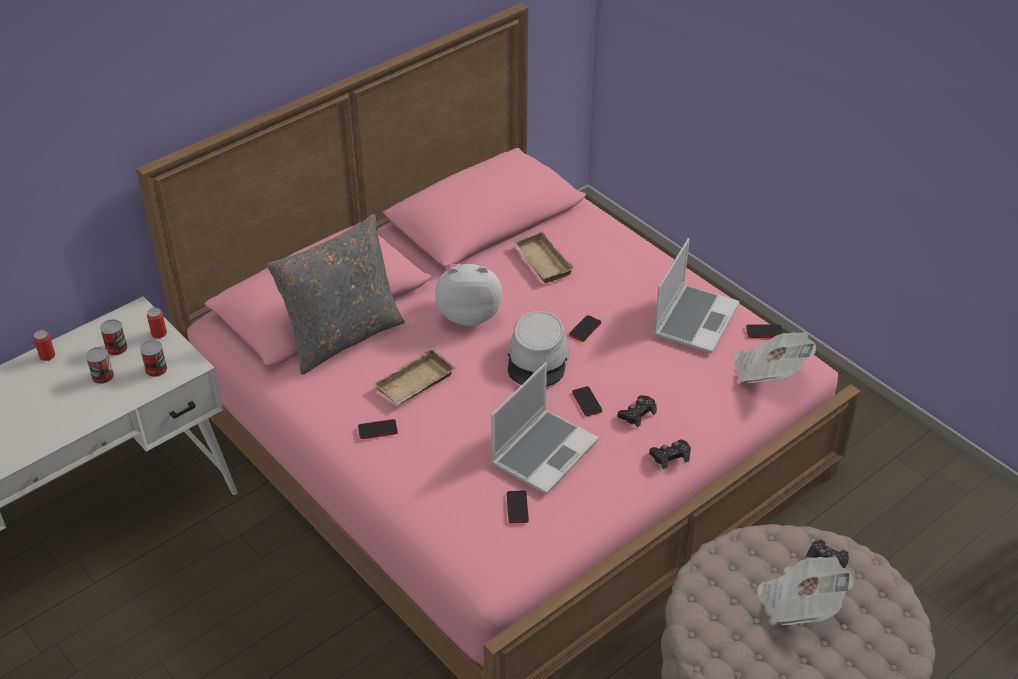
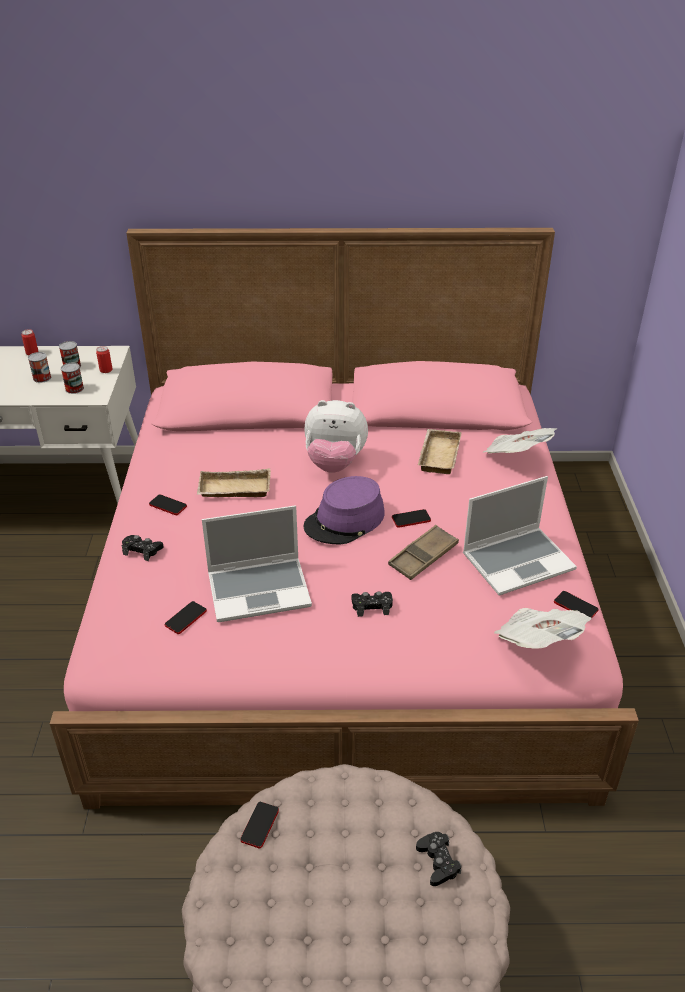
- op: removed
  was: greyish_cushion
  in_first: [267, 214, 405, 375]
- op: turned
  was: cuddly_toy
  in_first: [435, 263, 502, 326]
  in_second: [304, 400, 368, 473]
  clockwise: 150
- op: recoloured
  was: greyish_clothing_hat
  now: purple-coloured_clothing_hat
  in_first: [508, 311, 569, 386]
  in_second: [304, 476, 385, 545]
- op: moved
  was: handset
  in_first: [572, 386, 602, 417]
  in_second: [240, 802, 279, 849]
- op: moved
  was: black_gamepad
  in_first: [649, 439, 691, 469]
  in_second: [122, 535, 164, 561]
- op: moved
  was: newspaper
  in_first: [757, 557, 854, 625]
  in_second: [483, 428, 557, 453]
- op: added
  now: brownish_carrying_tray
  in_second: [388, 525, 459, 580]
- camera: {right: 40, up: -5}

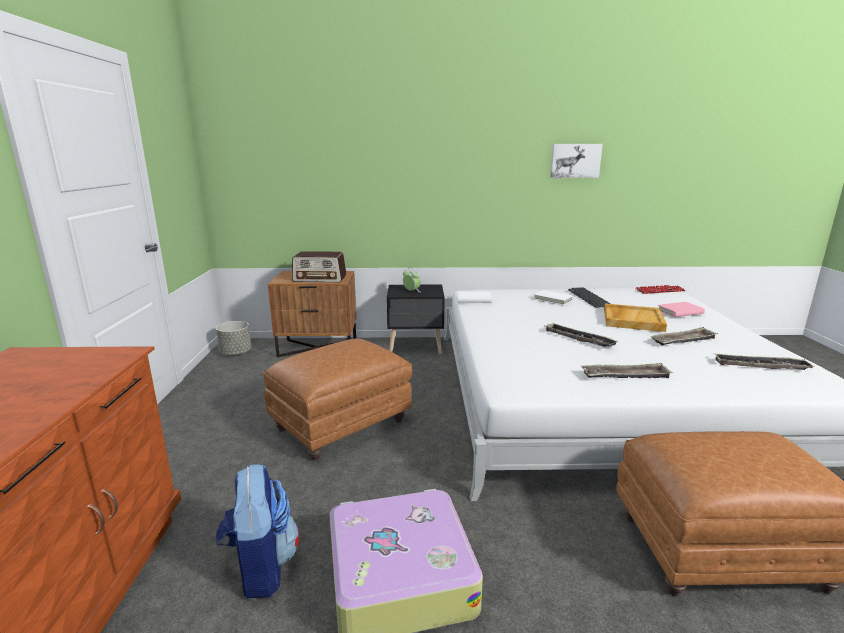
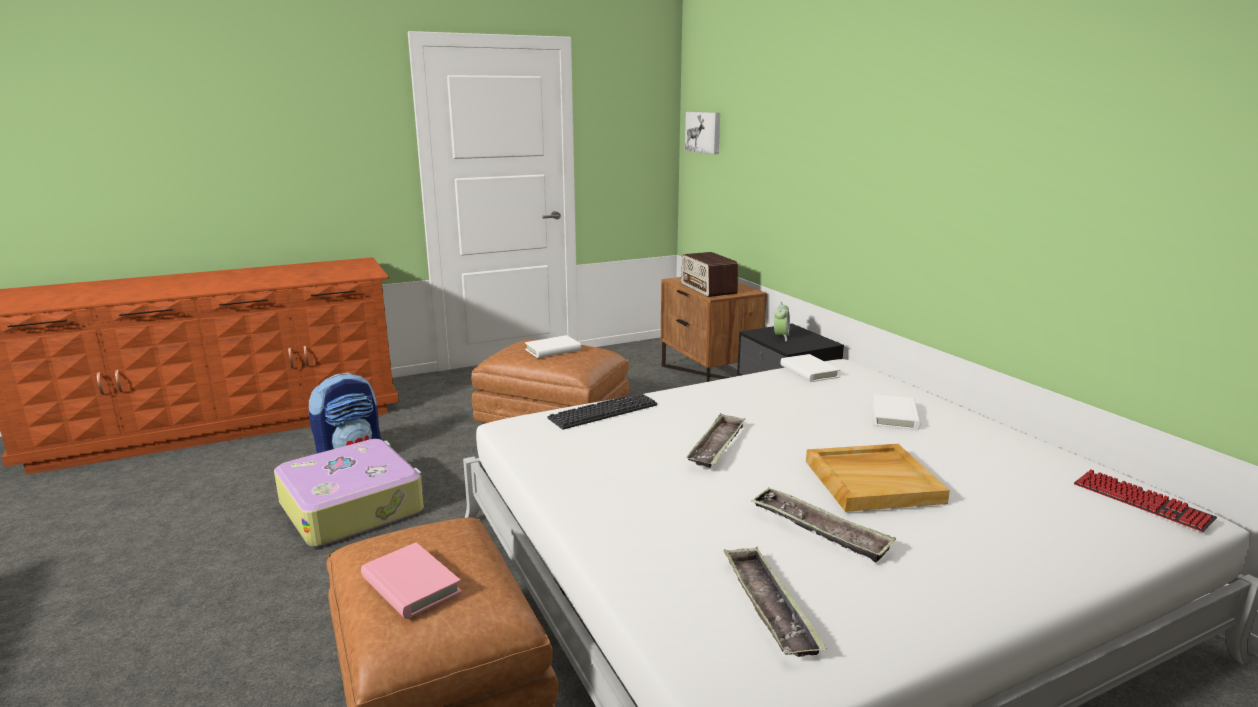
- op: moved
  was: wall_picture
  in_first: [550, 144, 603, 178]
  in_second: [685, 112, 720, 154]
- op: moved
  was: computer_keyboard
  in_first: [568, 287, 611, 307]
  in_second: [547, 394, 657, 429]
- op: moved
  was: pink_book
  in_first: [658, 302, 705, 317]
  in_second: [361, 542, 462, 619]
- op: removed
  was: greyish_plant_pot
  in_first: [216, 321, 252, 356]
- op: removed
  was: carrying_tray
  in_first: [581, 363, 673, 378]
- op: added
  now: white-coloured_book
  in_second: [525, 335, 581, 358]
- camera: {right: 65, up: 0}

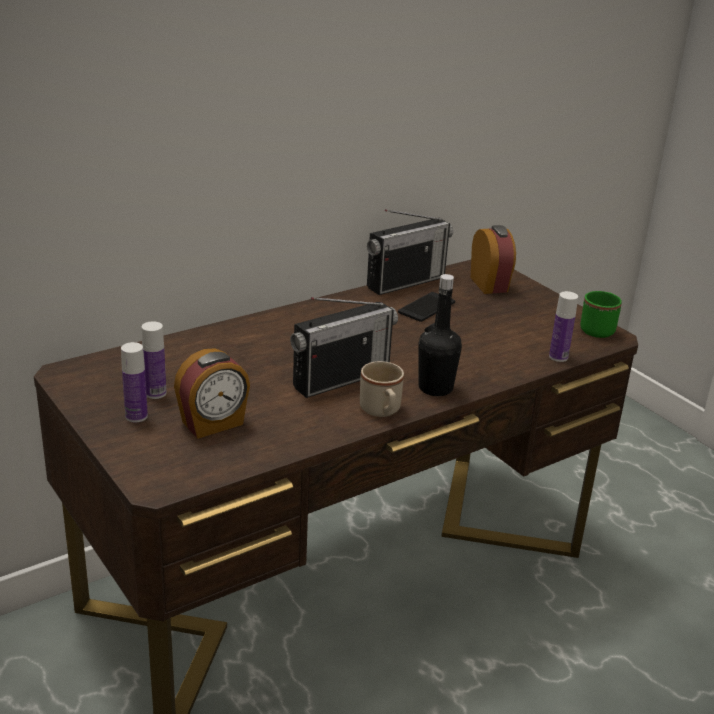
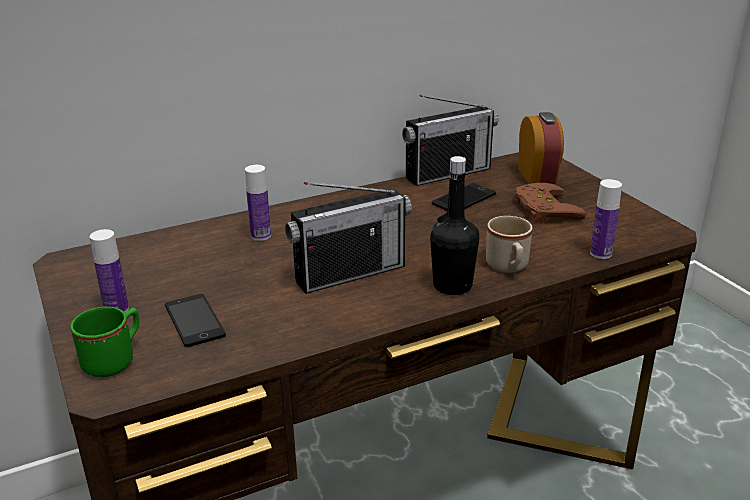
- op: moved
  was: green-coloured_tea_mug
  in_first: [580, 291, 622, 338]
  in_second: [71, 307, 139, 377]
- op: moved
  was: beverage_bottle
  in_first: [142, 321, 166, 399]
  in_second: [245, 165, 271, 241]
- op: replaced
  was: table_clock
  now: handset
  in_first: [174, 348, 250, 439]
  in_second: [165, 294, 226, 347]
- op: moved
  was: beige_tea_mug
  in_first: [360, 361, 404, 417]
  in_second: [486, 216, 533, 273]
- op: added
  now: brownish_gamepad
  in_second: [515, 183, 586, 223]
- camera: {right: 10, up: 0}

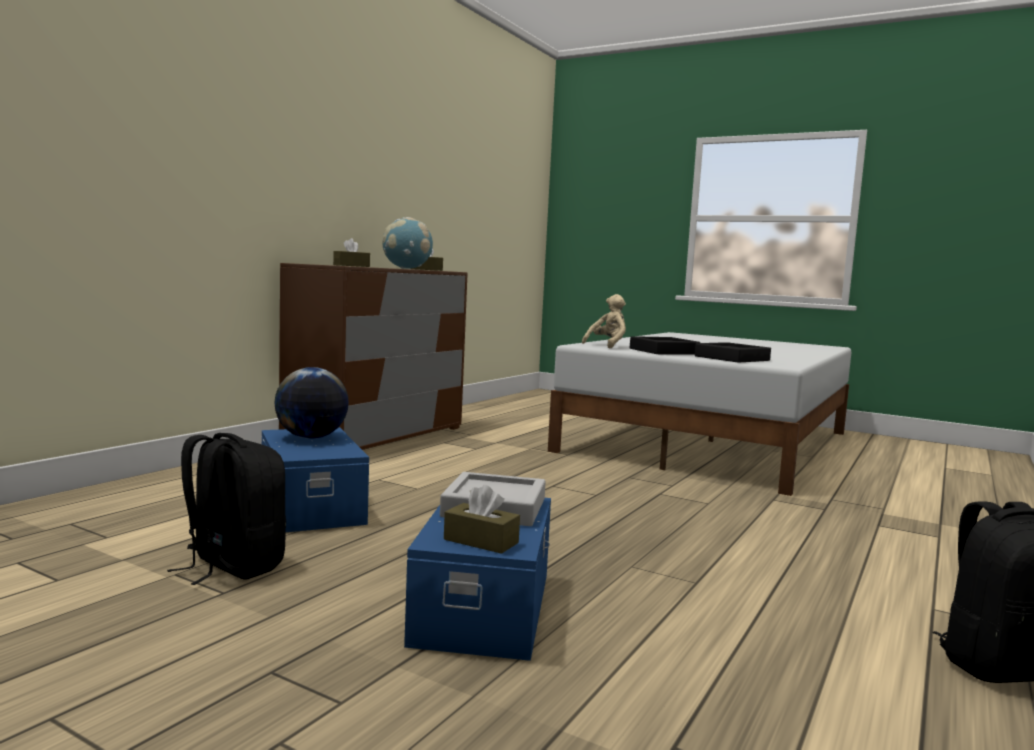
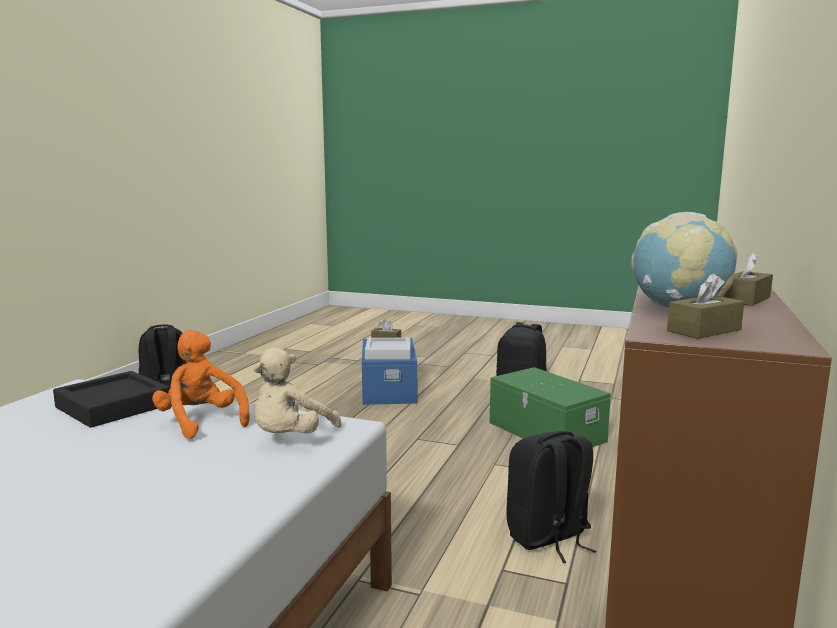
- op: replaced
  was: black_carrying_tray
  now: orange-coloured_cuddly_toy
  in_first: [630, 336, 701, 355]
  in_second: [152, 330, 250, 439]
- op: removed
  was: globe
  in_first: [275, 367, 349, 439]
- op: recoloured
  was: bluish_storage_box
  now: green-coloured_storage_box
  in_first: [262, 427, 369, 532]
  in_second: [490, 367, 611, 447]
- op: added
  now: black_knapsack
  in_second: [507, 431, 597, 563]
- camera: {right: 170, up: 5}

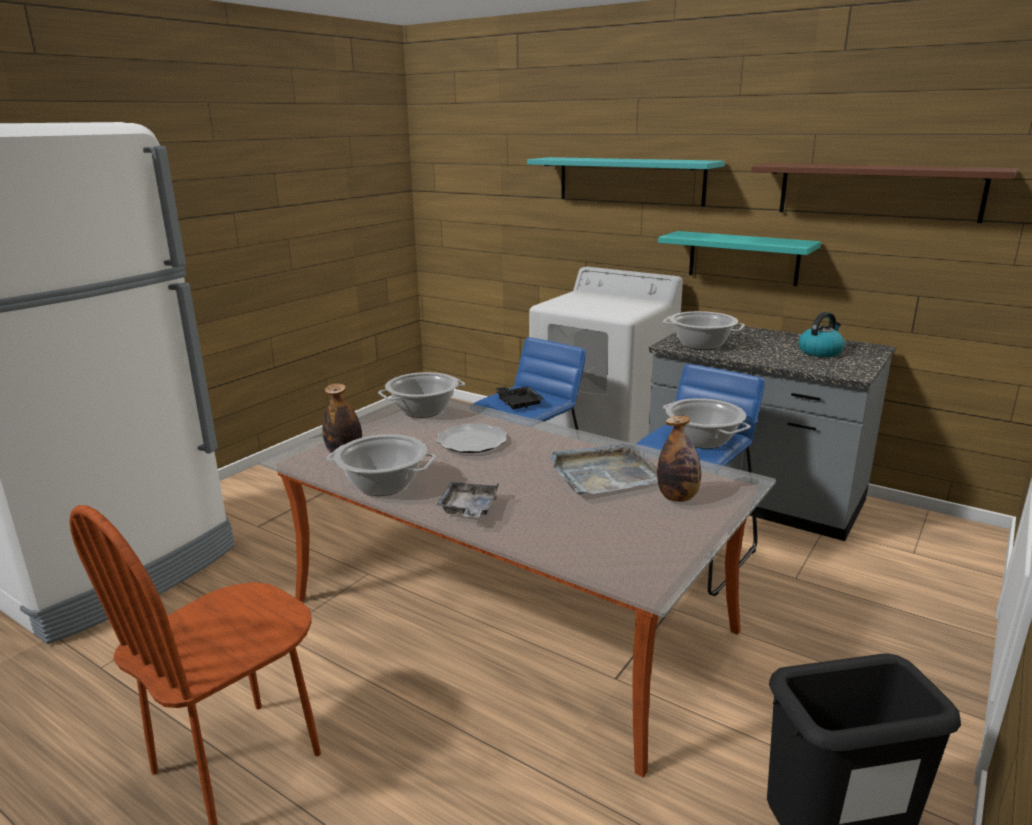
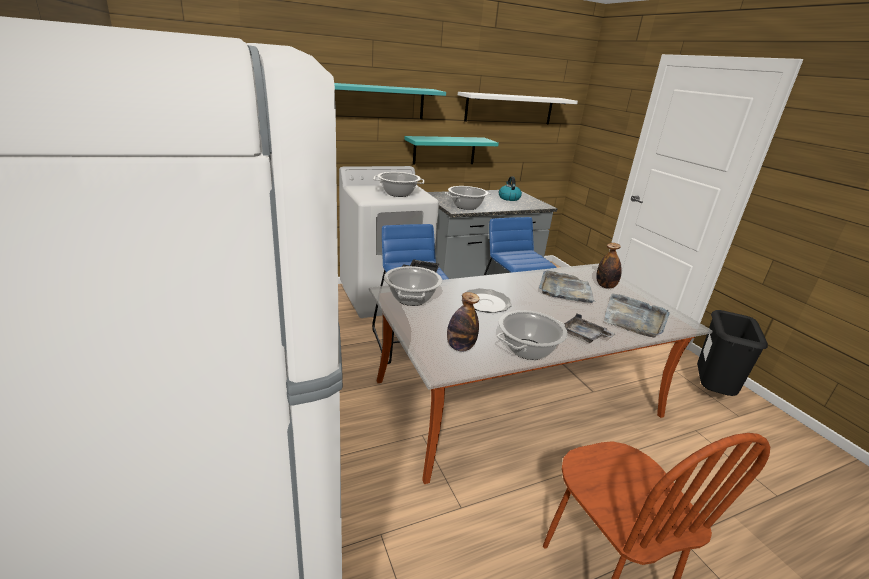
- op: recoloured
  was: brownish_bracket_shelf
  now: white-coloured_bracket_shelf
  in_first: [751, 163, 1017, 223]
  in_second: [458, 92, 578, 124]
- op: moved
  was: cooking_pot
  in_first: [663, 398, 750, 449]
  in_second: [373, 172, 424, 197]
- op: added
  now: greyish_carrying_tray
  in_second: [604, 293, 670, 338]
- camera: {right: -60, up: 5}

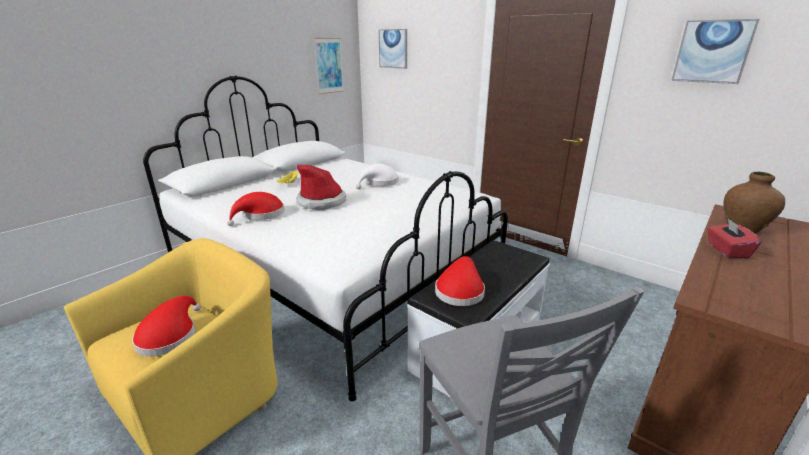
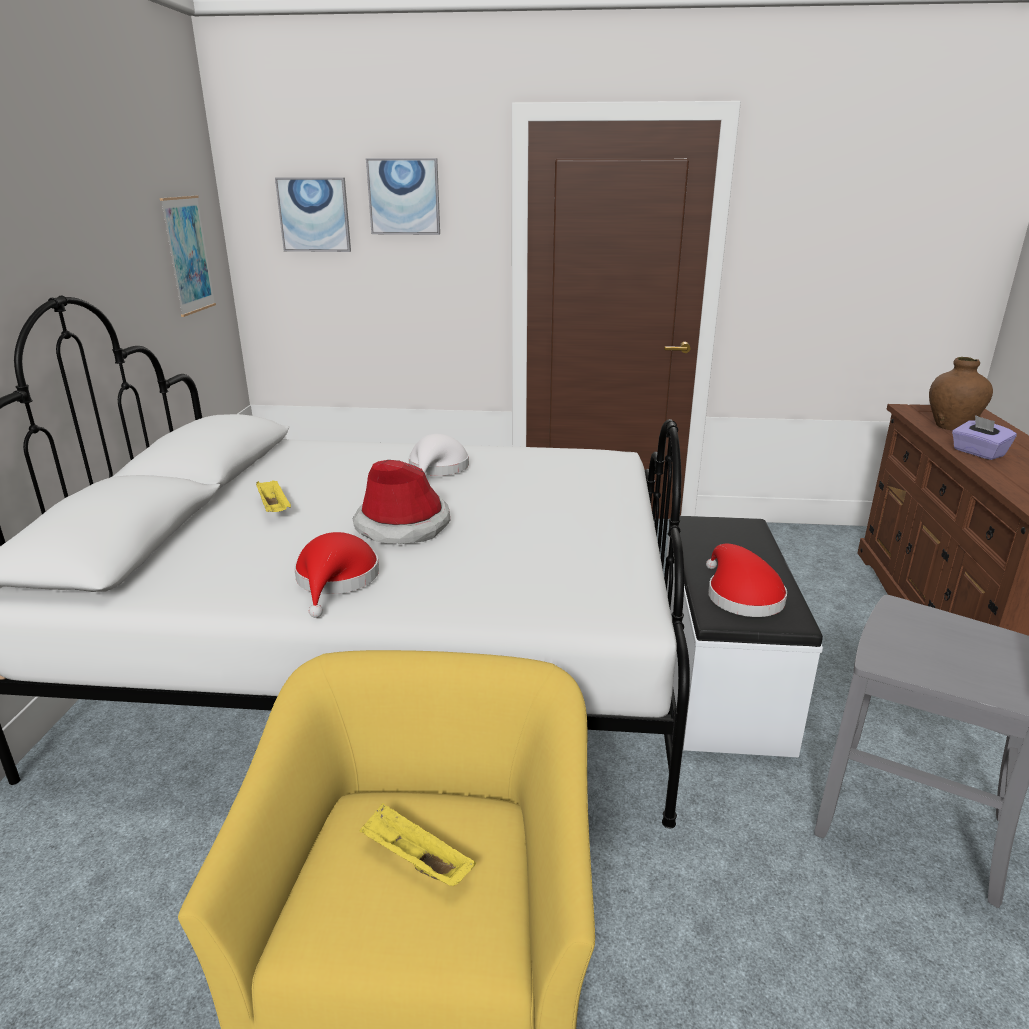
- op: moved
  was: wall_picture
  in_first: [671, 19, 760, 84]
  in_second: [366, 158, 440, 235]
- op: recoloured
  was: red-coloured_tissue_box
  now: purple-coloured_tissue_box
  in_first: [707, 218, 761, 258]
  in_second: [952, 415, 1017, 460]
- op: replaced
  was: red-coloured_clothing_hat
  now: yellow_carrying_tray
  in_first: [132, 296, 201, 357]
  in_second: [360, 803, 476, 886]
- camera: {right: -35, up: 0}

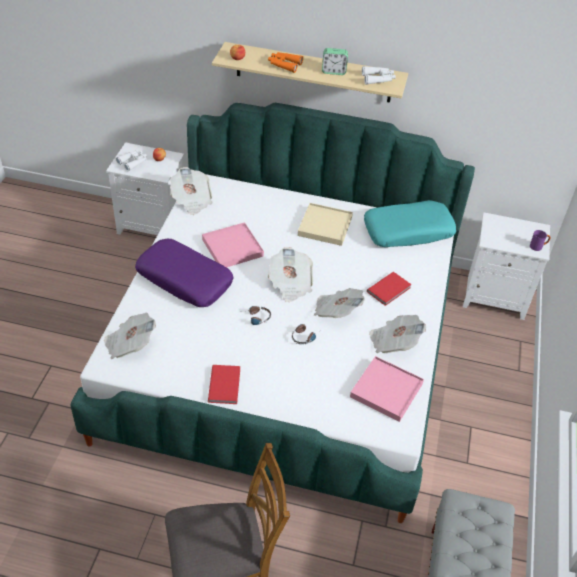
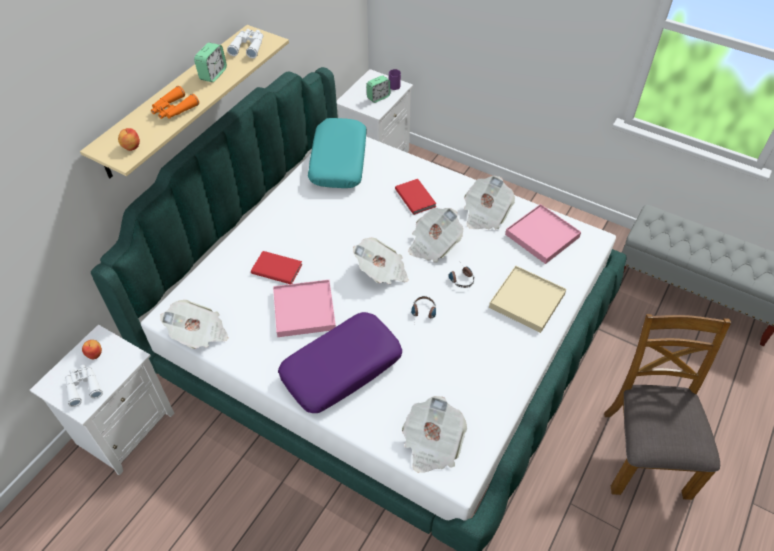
- op: moved
  was: beige_carrying_tray
  in_first: [298, 203, 353, 246]
  in_second: [489, 266, 566, 333]
- op: moved
  was: red-coloured_book
  in_first: [208, 365, 240, 404]
  in_second: [251, 251, 303, 284]
- op: added
  now: table_clock
  in_second: [366, 75, 390, 103]
- camera: {right: -70, up: 5}

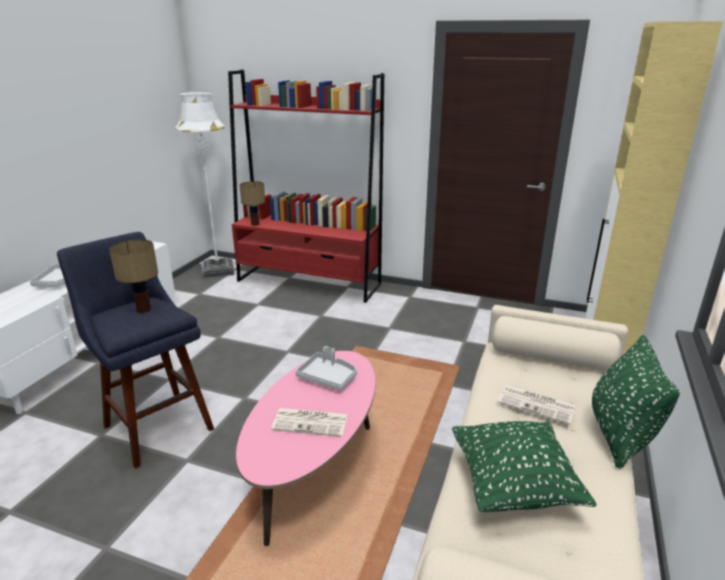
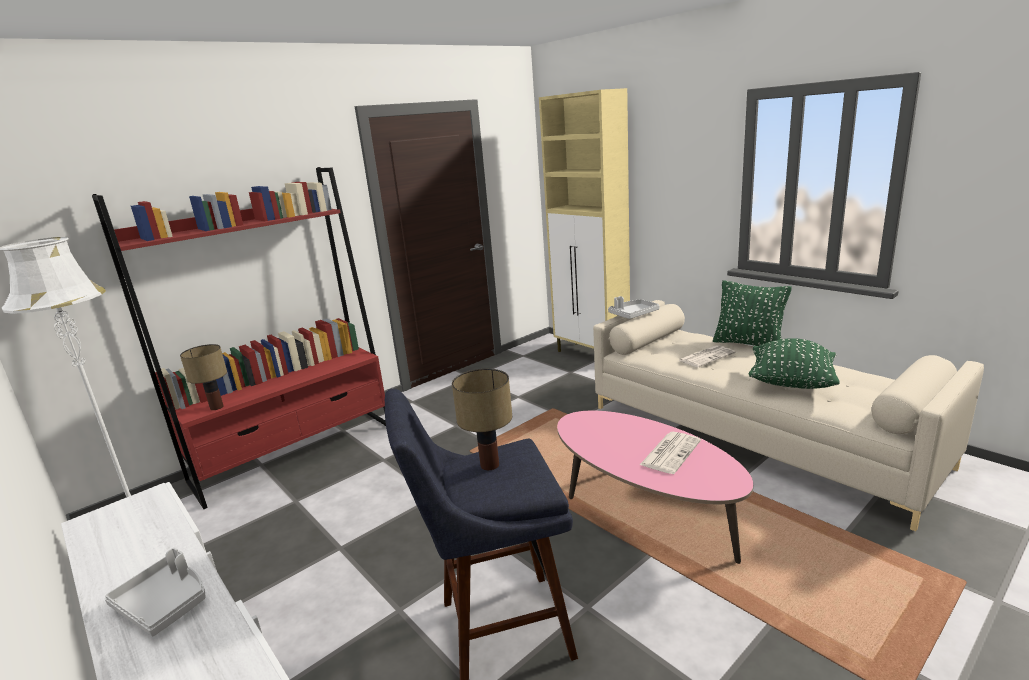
- op: moved
  was: greyish_carrying_tray
  in_first: [295, 346, 357, 391]
  in_second: [608, 296, 659, 319]
- camera: {right: -60, up: -5}

